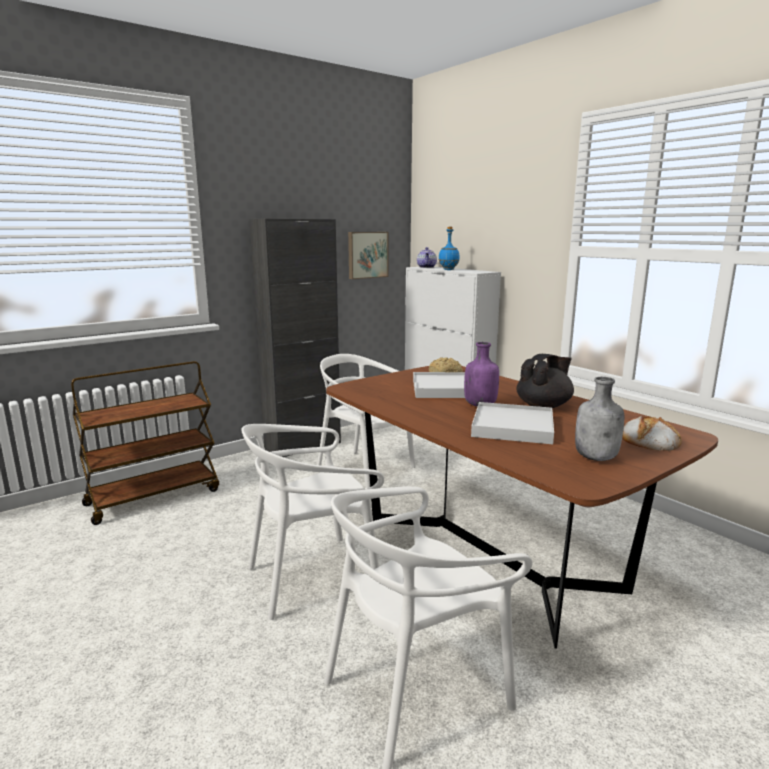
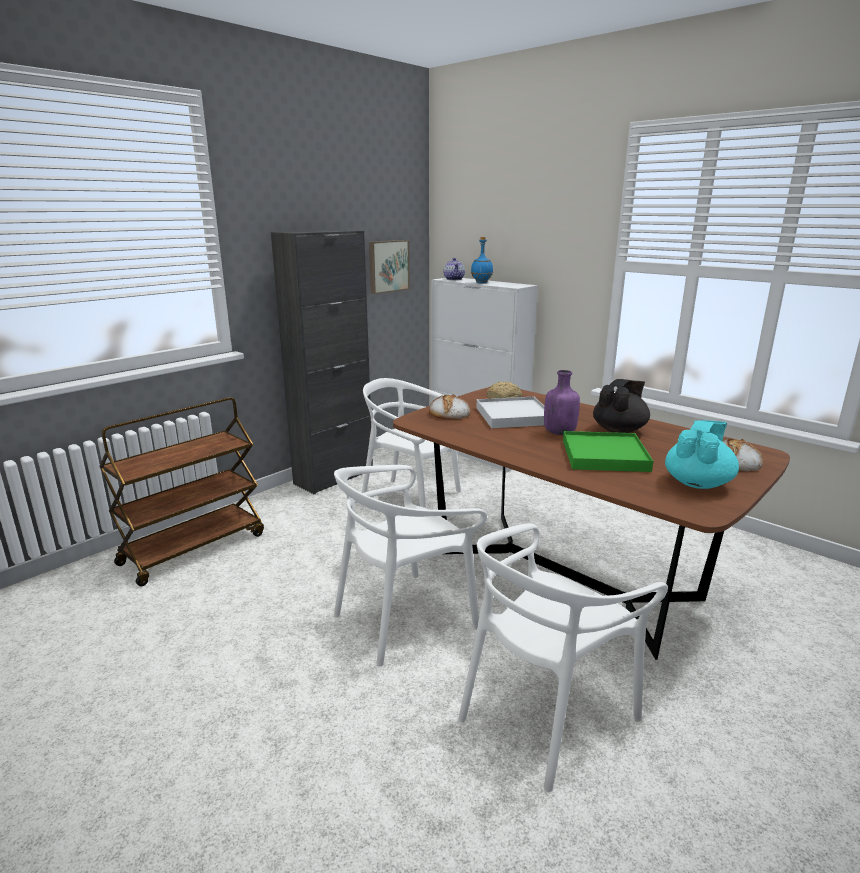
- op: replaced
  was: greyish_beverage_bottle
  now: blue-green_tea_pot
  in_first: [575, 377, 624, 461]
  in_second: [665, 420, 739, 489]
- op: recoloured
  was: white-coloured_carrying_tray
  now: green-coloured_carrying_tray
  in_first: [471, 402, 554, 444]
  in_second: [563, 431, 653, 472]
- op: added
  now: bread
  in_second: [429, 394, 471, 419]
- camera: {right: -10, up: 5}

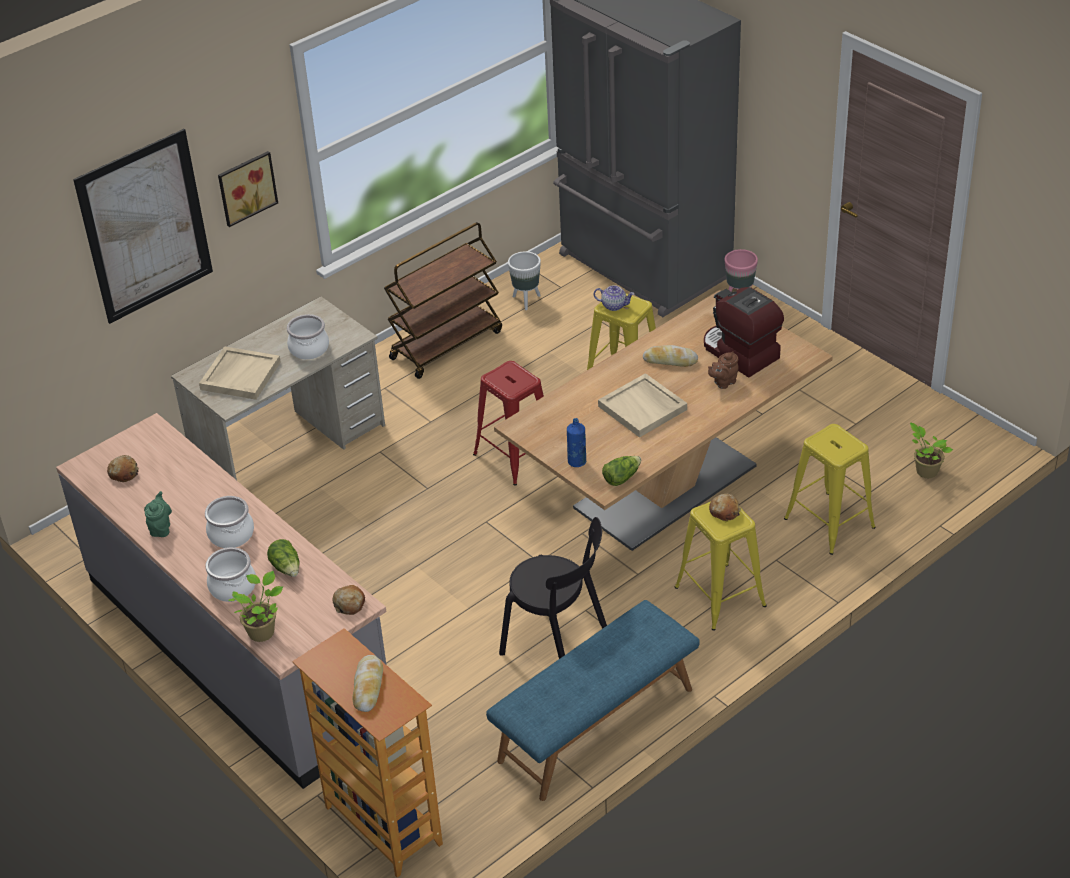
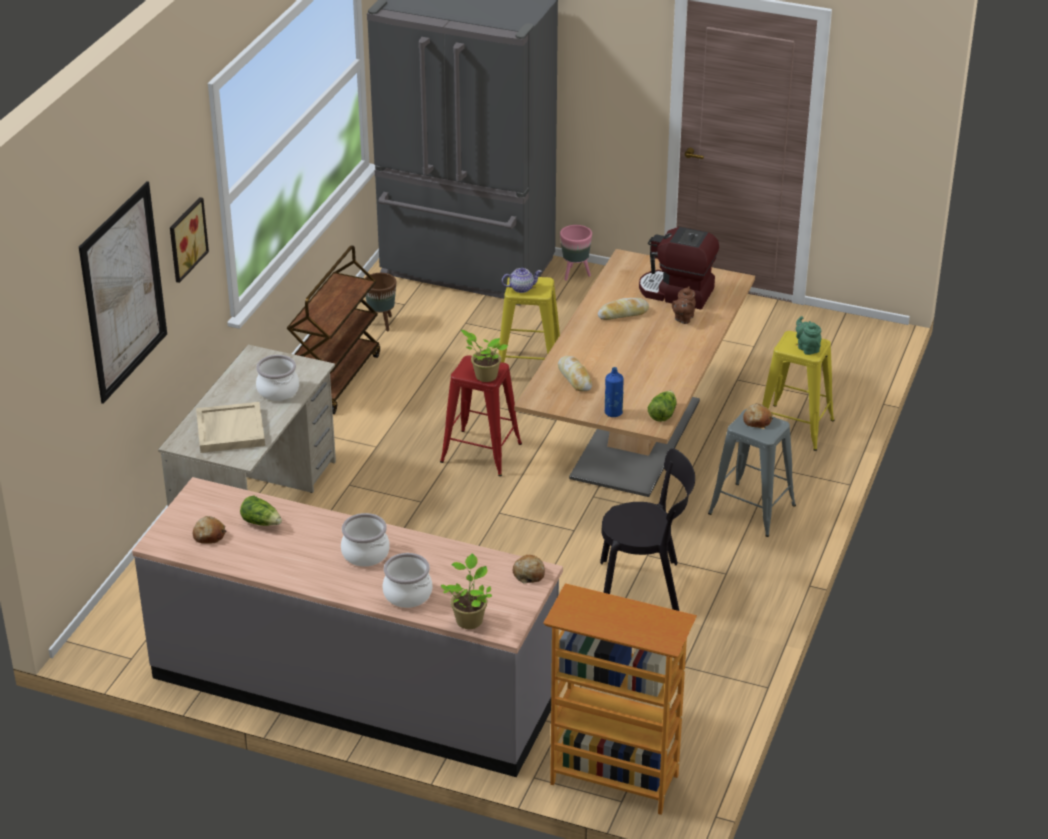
- op: recoloured
  was: white-coloured_plant_pot
  now: brownish_plant_pot
  in_first: [508, 251, 541, 310]
  in_second: [365, 273, 396, 332]
- op: removed
  was: beige_carrying_tray
  in_first: [598, 373, 687, 438]
- op: moved
  was: potted_plant
  in_first: [910, 423, 953, 478]
  in_second: [461, 330, 508, 382]
- op: moved
  was: green-coloured_tea_pot
  in_first: [144, 491, 172, 537]
  in_second: [796, 316, 821, 355]
- op: recoloured
  was: yellow_sitting_stool
  now: greyish_sitting_stool
  in_first: [675, 502, 767, 631]
  in_second: [708, 409, 796, 537]
- op: moved
  was: head_of_lettuce
  in_first: [267, 539, 299, 577]
  in_second: [240, 495, 282, 526]
- op: removed
  was: bluish_bench
  in_first: [486, 600, 700, 801]
- op: moved
  was: bread
  in_first: [352, 655, 383, 712]
  in_second: [558, 356, 592, 392]
- camera: {right: -30, up: -5}

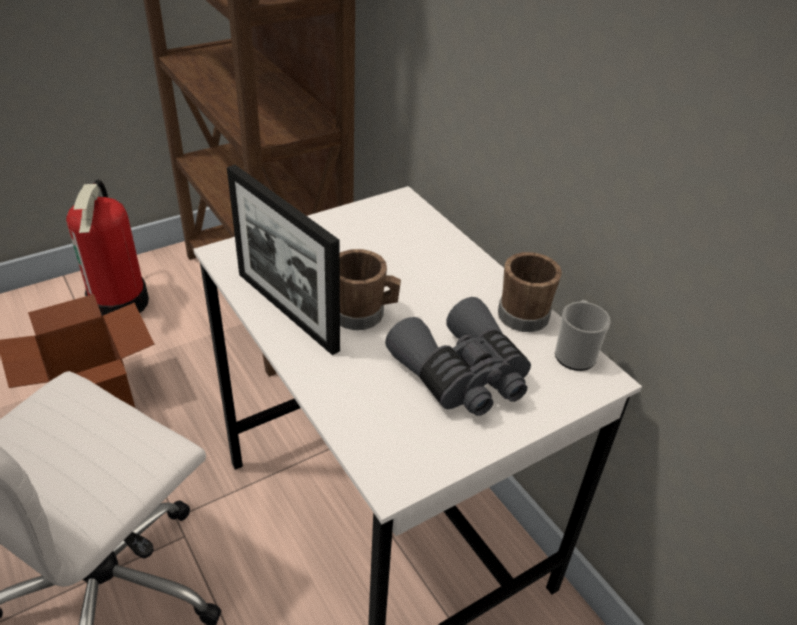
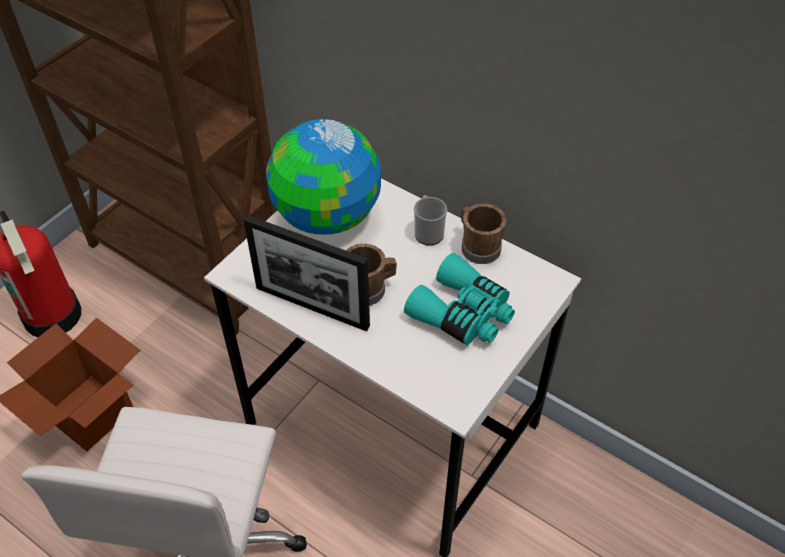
- op: recoloured
  was: greyish_binoculars
  now: blue-green_binoculars
  in_first: [385, 297, 531, 416]
  in_second: [404, 253, 515, 345]
- op: moved
  was: tea_mug
  in_first: [555, 300, 611, 371]
  in_second: [414, 195, 447, 245]
- op: added
  now: globe
  in_second: [266, 119, 381, 235]
- camera: {right: -20, up: 10}

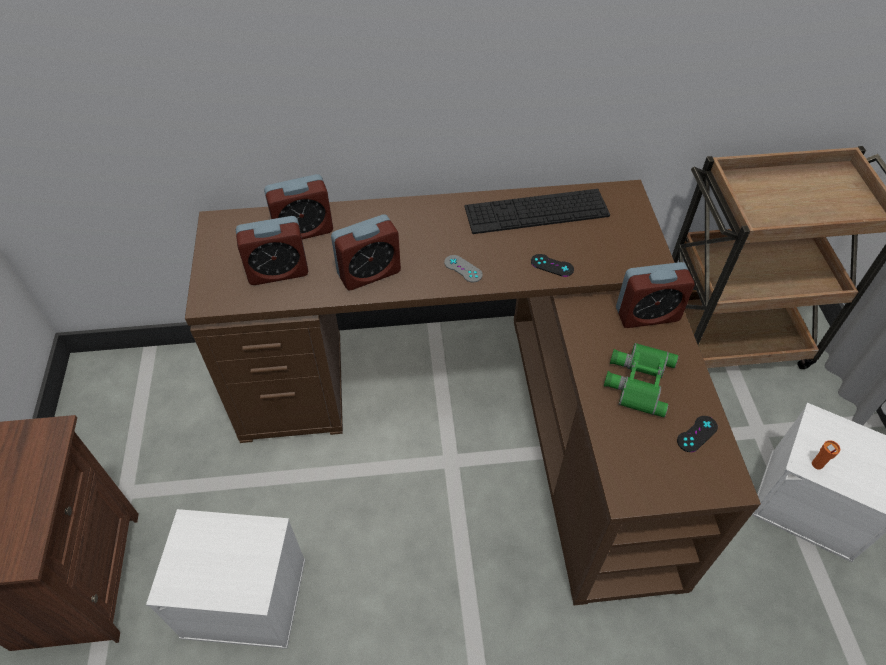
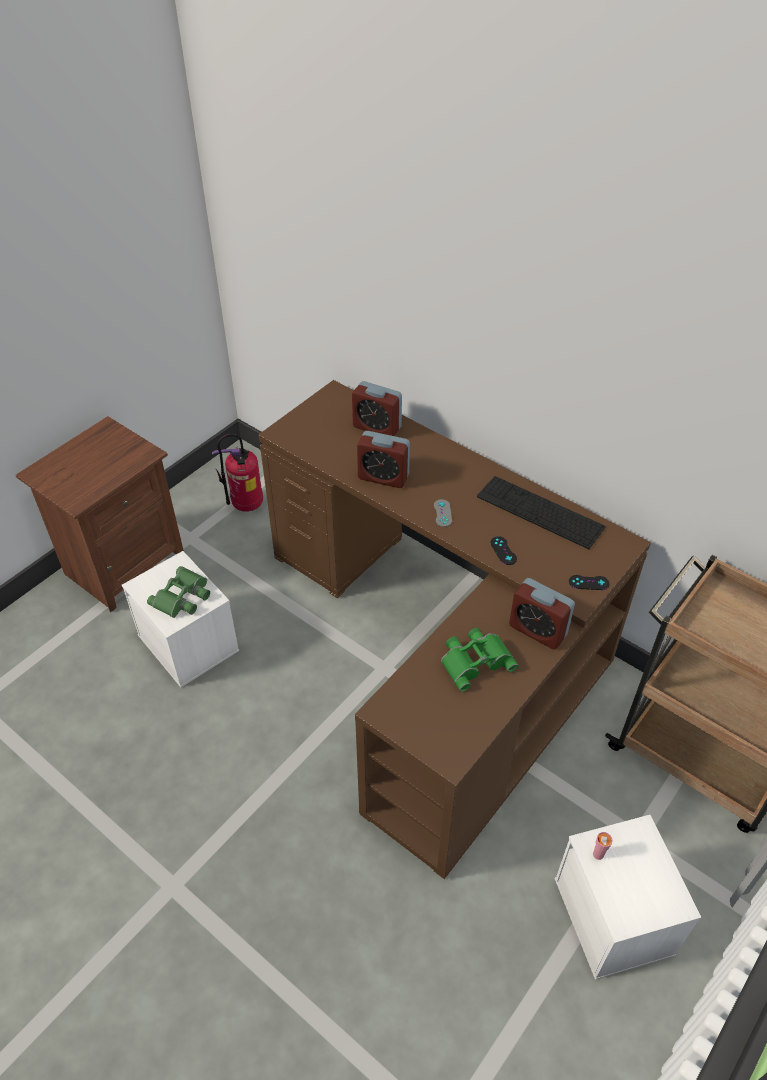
- op: removed
  was: table_clock
  in_first: [236, 216, 309, 285]
- op: moved
  was: black_gamepad
  in_first: [677, 416, 718, 452]
  in_second: [569, 575, 610, 590]
- op: recoloured
  was: orange-coloured_drinking_cup
  now: pink_drinking_cup
  in_first: [812, 440, 840, 469]
  in_second: [593, 832, 613, 860]
- op: added
  now: extinguisher
  in_second: [212, 434, 263, 512]
- op: added
  now: green-coloured_binoculars
  in_second: [147, 566, 210, 618]
- camera: {right: 45, up: -5}

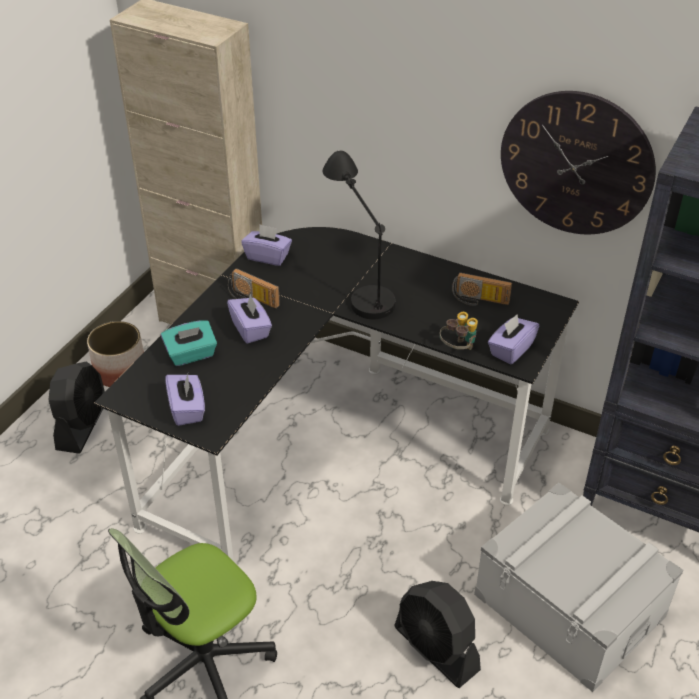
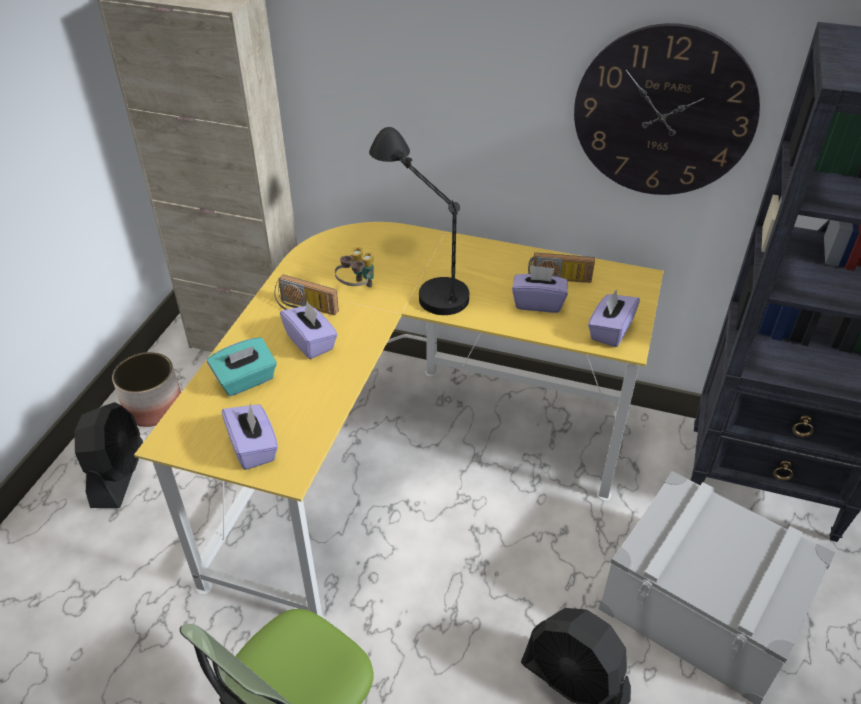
- op: moved
  was: purple-coloured_tissue_box
  in_first: [241, 224, 292, 266]
  in_second: [512, 265, 568, 313]
- op: recoloured
  was: black_desk_table
  now: yellow_desk_table
  in_first: [94, 227, 579, 561]
  in_second: [134, 222, 664, 619]
- op: moved
  was: binoculars
  in_first: [440, 312, 478, 350]
  in_second: [335, 247, 374, 287]
- camera: {right: -10, up: 0}

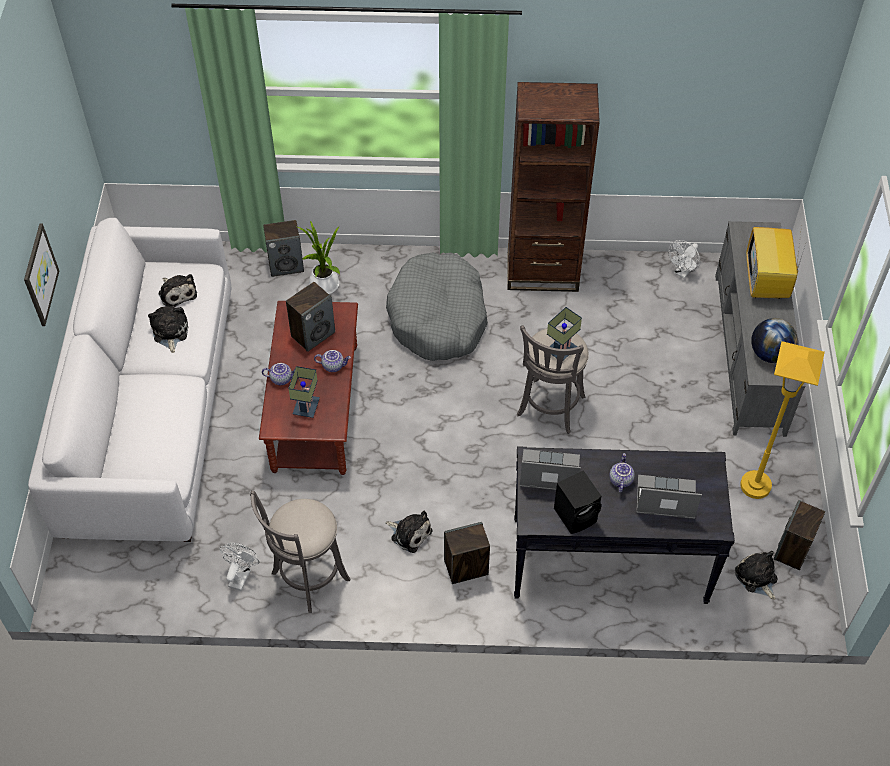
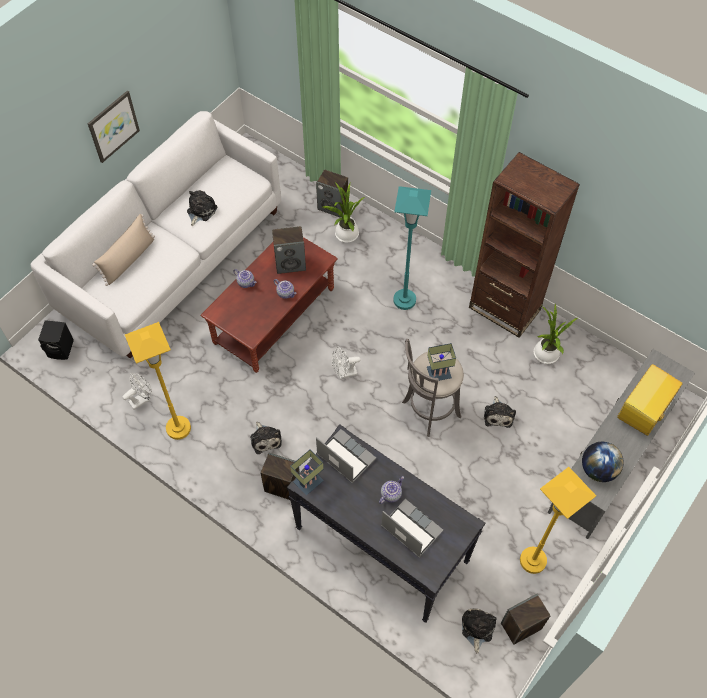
- op: moved
  was: white-coloured_fan
  in_first: [668, 240, 700, 278]
  in_second: [332, 347, 361, 379]
- op: replaced
  was: greyish_dog_cushion
  now: blue-green_standing_lamp
  in_first: [386, 252, 488, 361]
  in_second: [393, 186, 431, 310]
- op: moved
  was: cuddly_toy
  in_first: [158, 274, 197, 308]
  in_second: [484, 396, 516, 428]
- op: moved
  was: table_lamp
  in_first: [288, 366, 320, 418]
  in_second: [290, 450, 324, 495]
- op: moved
  was: black_speaker
  in_first: [554, 470, 602, 534]
  in_second: [38, 320, 74, 360]
- op: replaced
  was: greyish_sitting_stool
  now: yellow_standing_lamp
  in_first: [250, 491, 350, 613]
  in_second: [125, 322, 191, 440]
- op: added
  now: beige_cushion
  in_second: [92, 214, 155, 286]
- op: added
  now: potted_plant
  in_second: [534, 304, 577, 364]
- camera: {right: 35, up: 5}

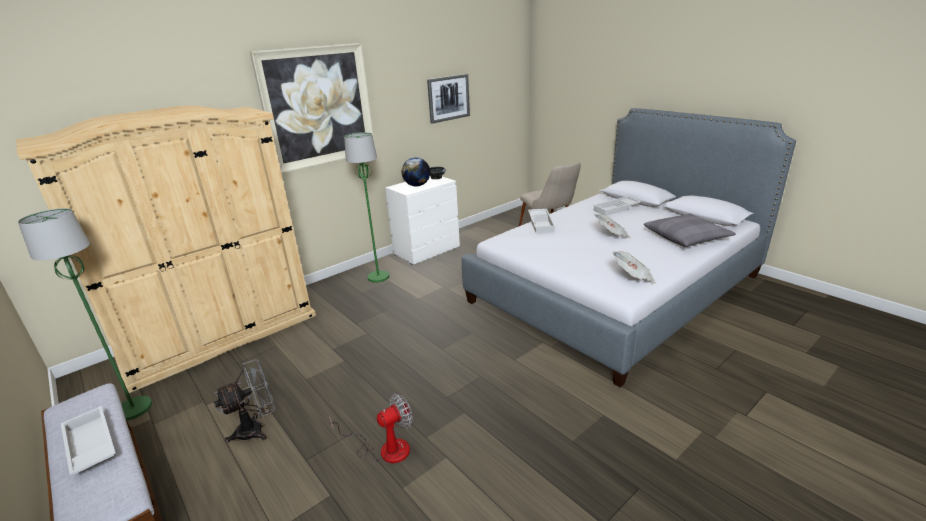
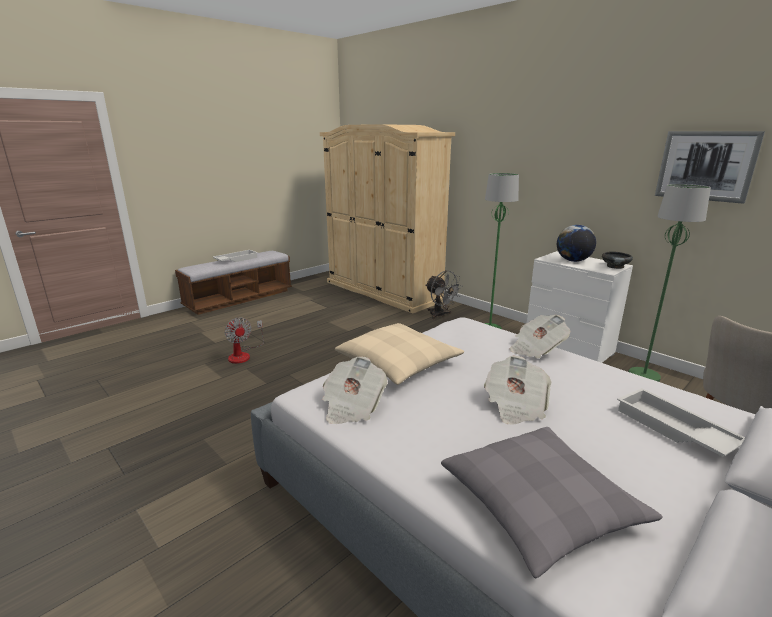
- op: removed
  was: wall_picture
  in_first: [250, 43, 374, 173]
- op: moved
  was: green-coloured_standing_lamp
  in_first: [18, 208, 152, 420]
  in_second: [629, 184, 711, 382]
- op: replaced
  was: white-coloured_carrying_tray
  now: newspaper
  in_first: [528, 209, 556, 233]
  in_second: [510, 315, 570, 358]
- op: moved
  was: greyish_fan
  in_first: [214, 359, 275, 443]
  in_second: [426, 270, 462, 319]
- op: added
  now: beige_cushion
  in_second: [335, 323, 464, 385]
- camera: {right: 85, up: -5}

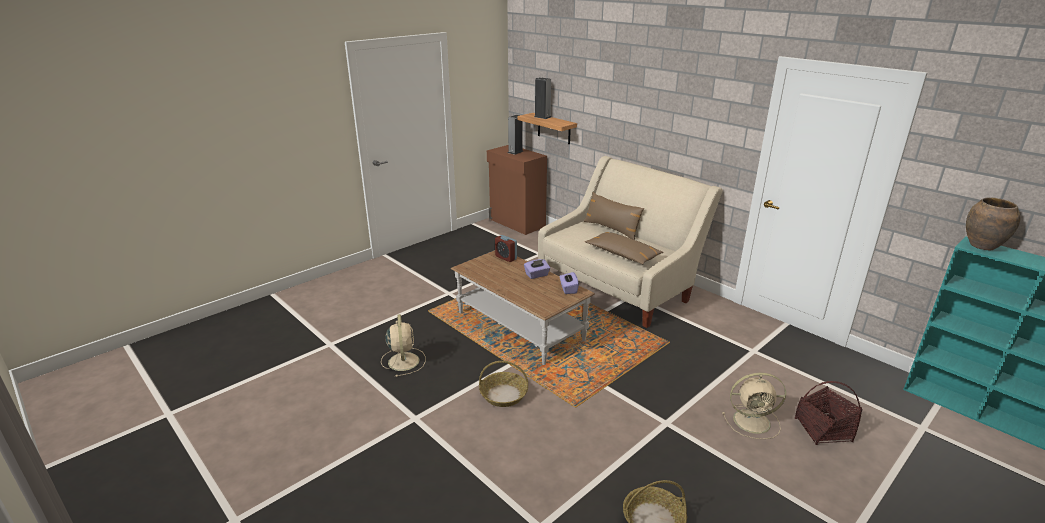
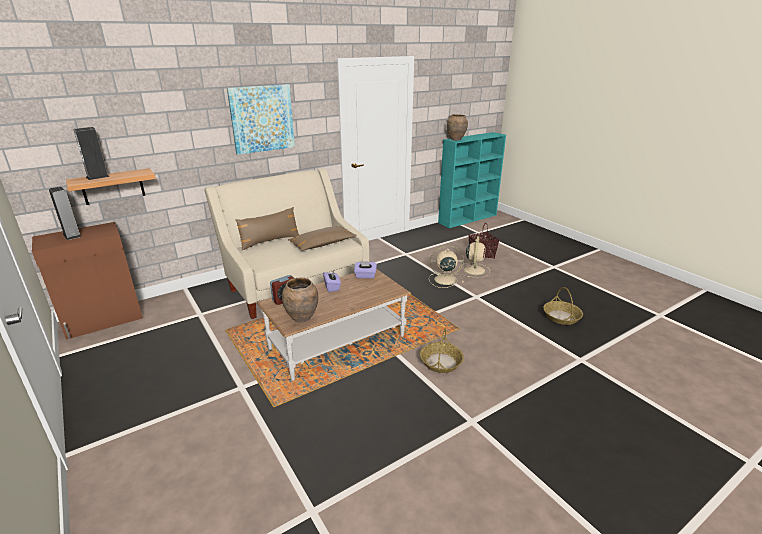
- op: moved
  was: beige_fan
  in_first: [381, 314, 426, 377]
  in_second: [429, 245, 464, 288]
- op: added
  now: wall_picture
  in_second: [227, 84, 295, 155]
- op: added
  now: brownish_vase
  in_second: [282, 278, 318, 323]
- camera: {right: -80, up: 0}

